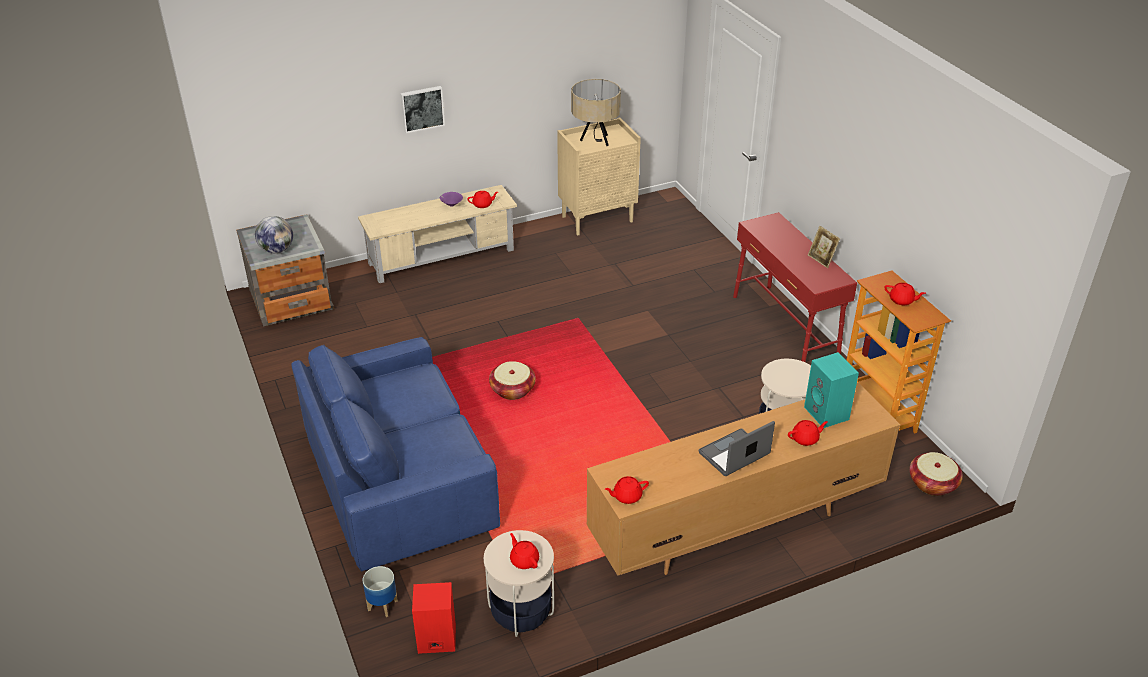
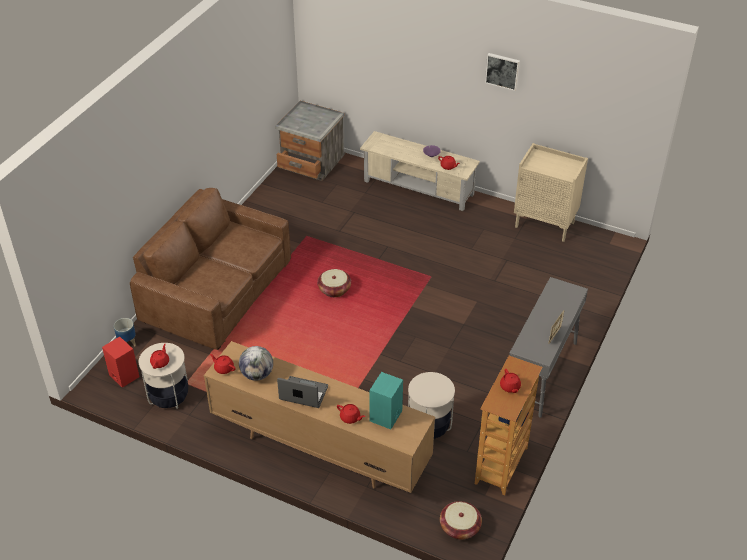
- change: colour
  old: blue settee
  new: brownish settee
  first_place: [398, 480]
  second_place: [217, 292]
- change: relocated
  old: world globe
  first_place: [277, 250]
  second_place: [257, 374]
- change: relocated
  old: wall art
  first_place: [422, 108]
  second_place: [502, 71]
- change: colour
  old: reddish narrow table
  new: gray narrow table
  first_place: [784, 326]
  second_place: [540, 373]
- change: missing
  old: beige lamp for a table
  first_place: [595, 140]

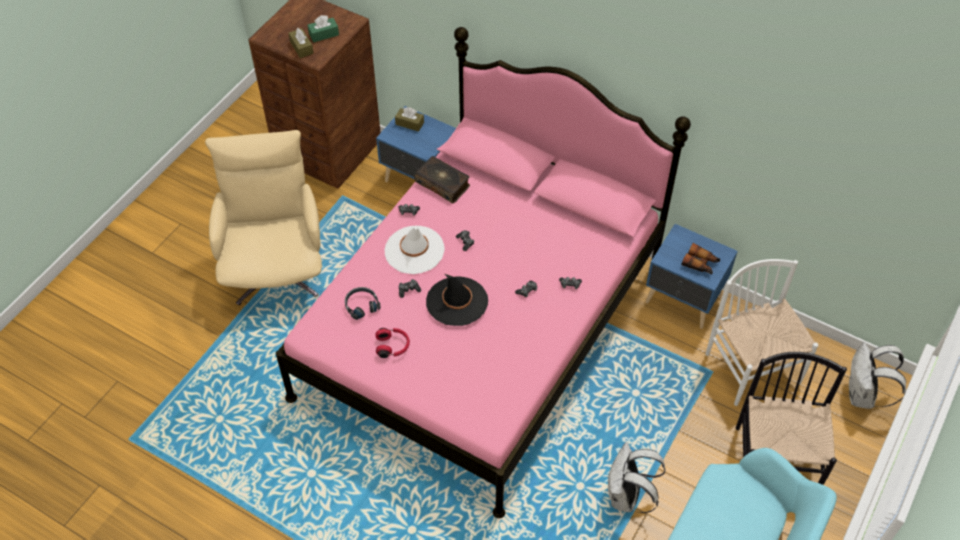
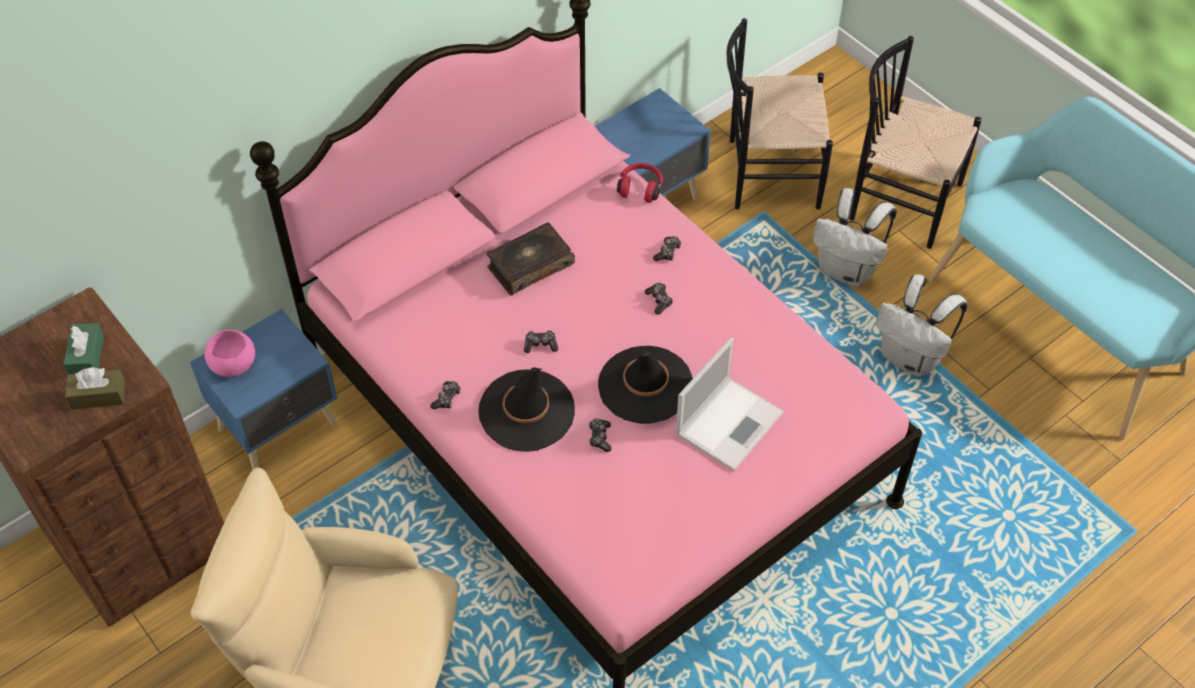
- change: exchanged
  old: brownish box of tissues
  new: pinkish bowl
  first_place: [409, 123]
  second_place: [233, 366]
- change: colour
  old: white wearable hat
  new: black wearable hat
  first_place: [414, 250]
  second_place: [527, 411]
- change: relocated
  old: volume
  first_place: [443, 184]
  second_place: [530, 265]
- change: relocated
  old: reddish headphones
  first_place: [393, 346]
  second_place: [640, 188]
- change: appeared
  new: laptop
  second_place: [730, 422]
- change: colour
  old: white chair
  new: black chair
  first_place: [750, 365]
  second_place: [768, 174]
- change: relocated
  old: white knapsack
  first_place: [862, 396]
  second_place: [847, 270]
- change: missing
  old: black headphones
  first_place: [361, 305]
- change: missing
  old: pair of binoculars
  first_place: [700, 264]

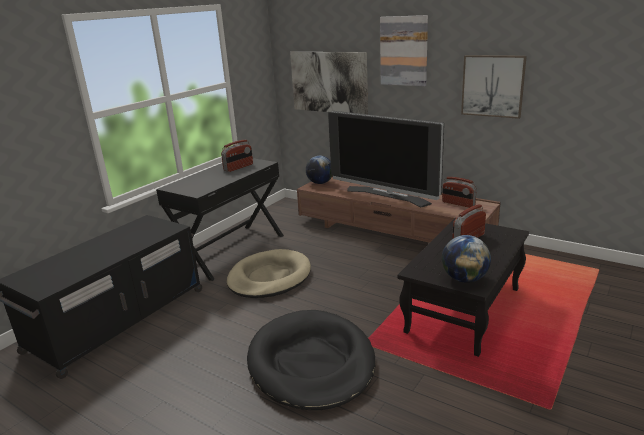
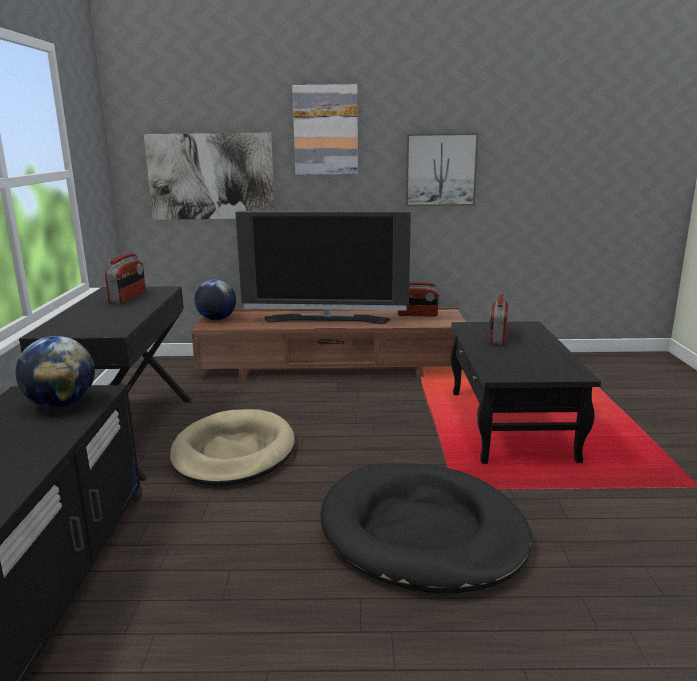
- change: relocated
  old: world globe
  first_place: [464, 279]
  second_place: [61, 404]

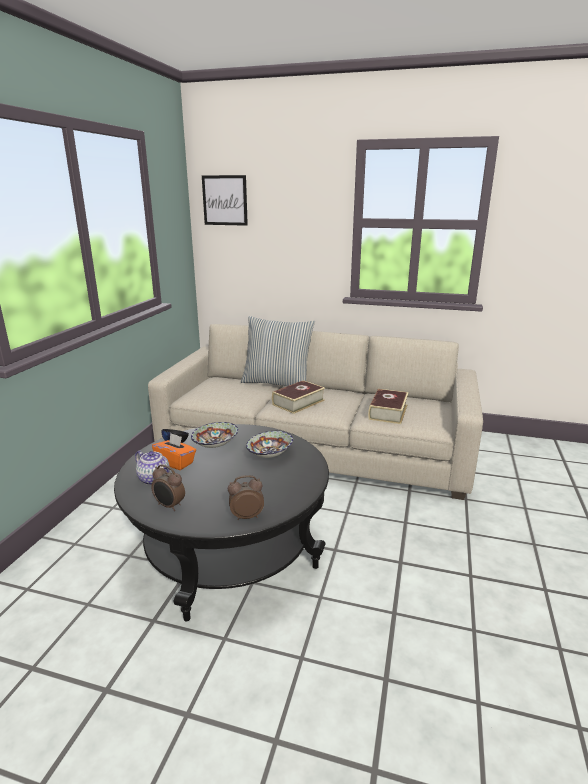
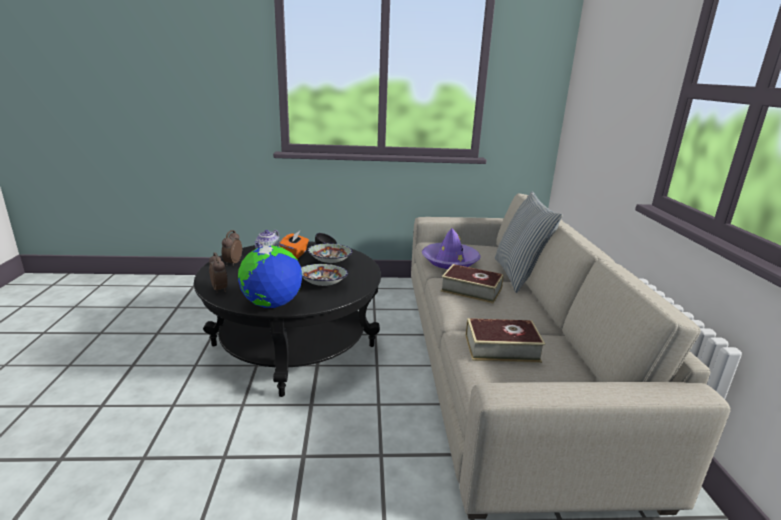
- change: appeared
  new: world globe
  second_place: [272, 304]
- change: appeared
  new: purplish wearable hat
  second_place: [450, 261]
- change: missing
  old: wall art
  first_place: [225, 200]

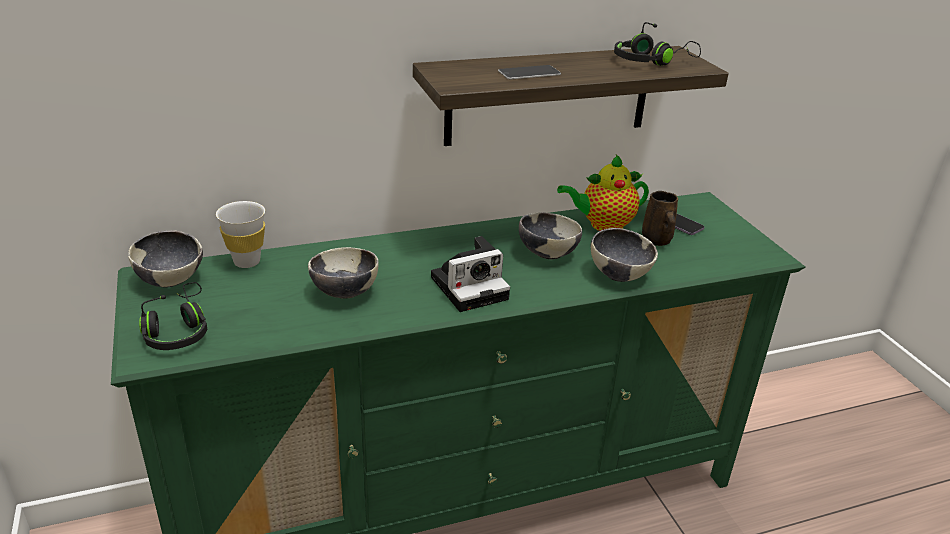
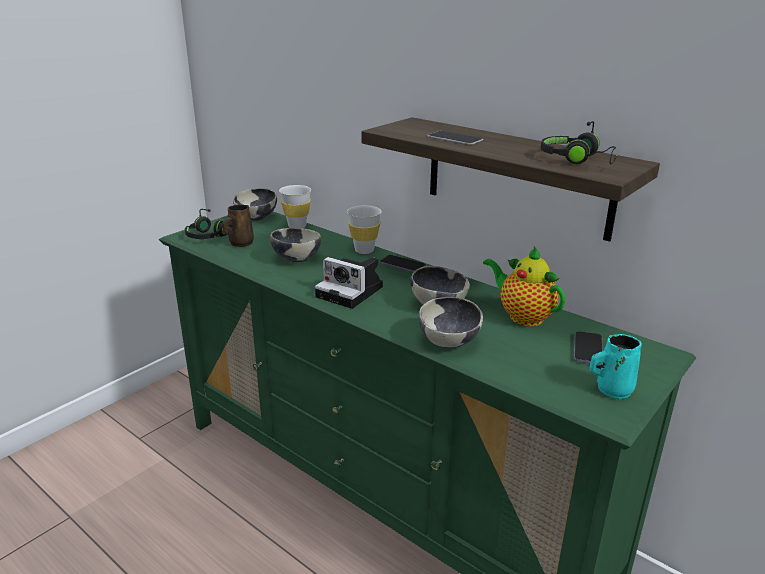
- change: relocated
  old: brownish tea mug
  first_place: [657, 240]
  second_place: [240, 243]
- change: appeared
  new: white small cup
  second_place: [364, 250]
- change: appeared
  new: phone
  second_place: [402, 265]
- change: appeared
  new: turquoise tea mug
  second_place: [612, 389]

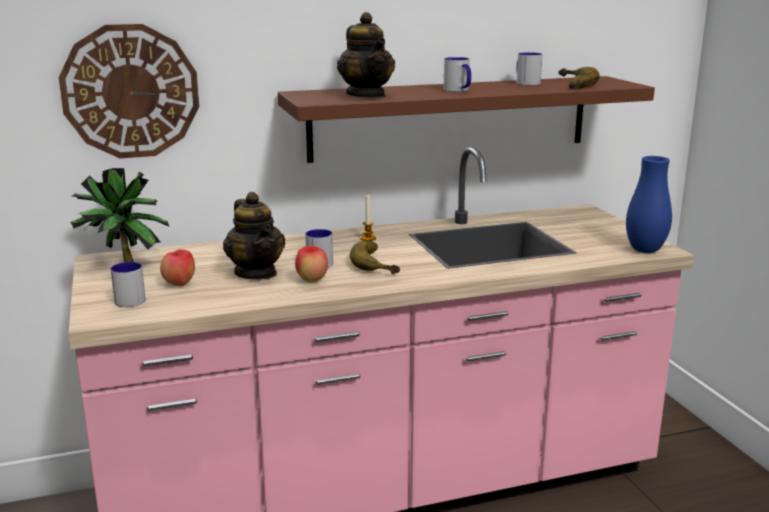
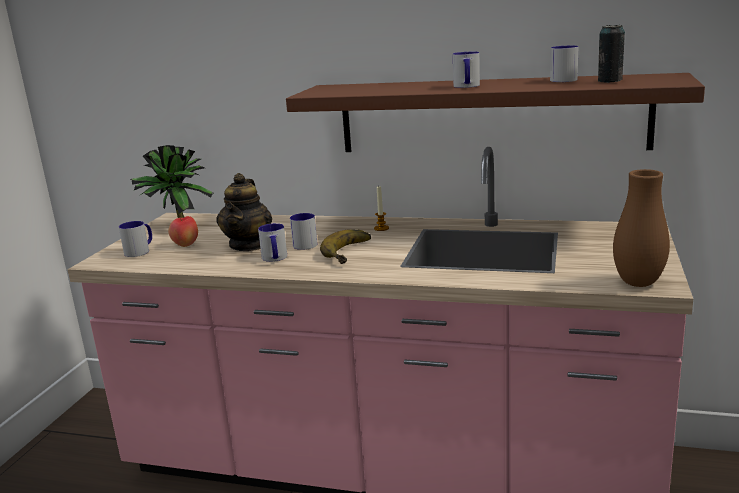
- change: exchanged
  old: whole apple
  new: tea mug
  first_place: [312, 281]
  second_place: [275, 258]
- change: exchanged
  old: whole banana
  new: metal can
  first_place: [570, 84]
  second_place: [609, 81]
- change: colour
  old: blue flower vase
  new: brownish flower vase
  first_place: [645, 250]
  second_place: [638, 283]
- change: missing
  old: clock on the wall
  first_place: [130, 92]
- change: missing
  old: teapot
  first_place: [366, 95]

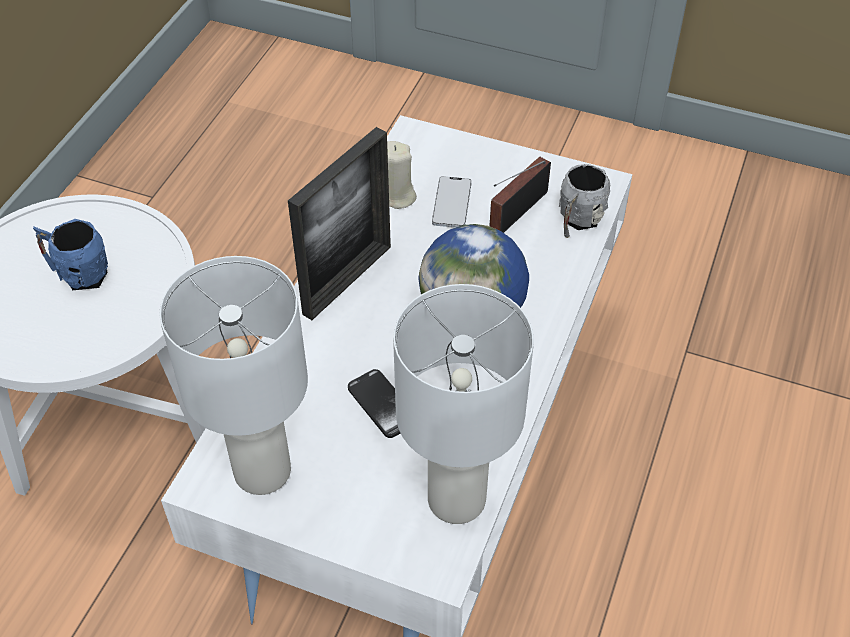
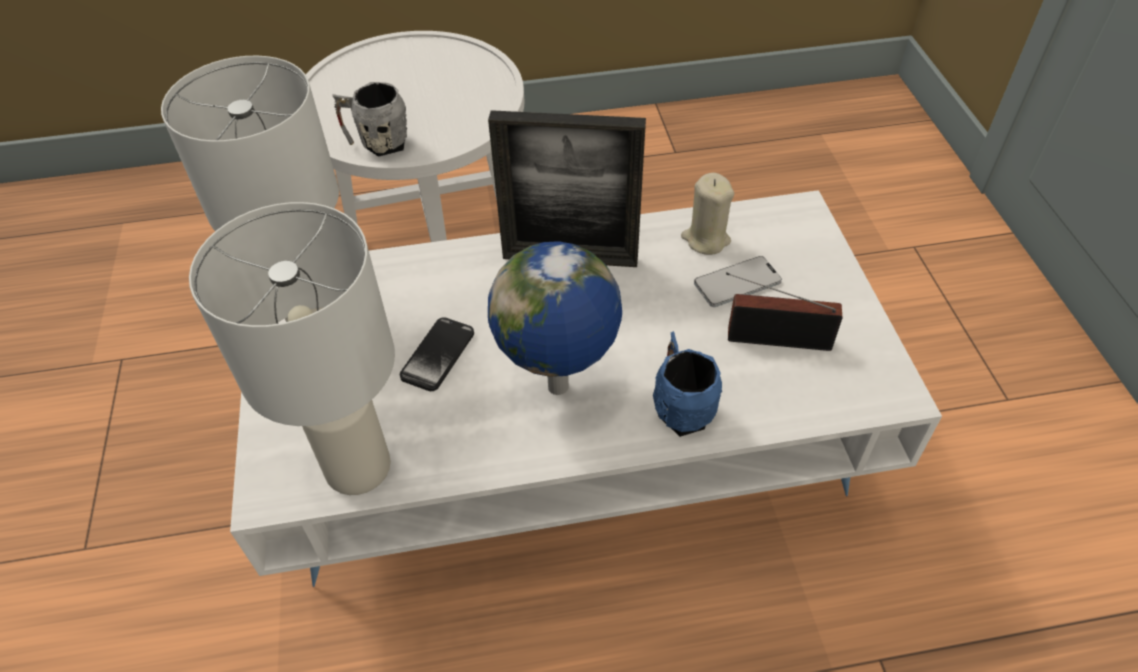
- change: relocated
  old: gray tea mug
  first_place: [577, 221]
  second_place: [377, 143]
- change: relocated
  old: blue tea mug
  first_place: [78, 274]
  second_place: [681, 406]

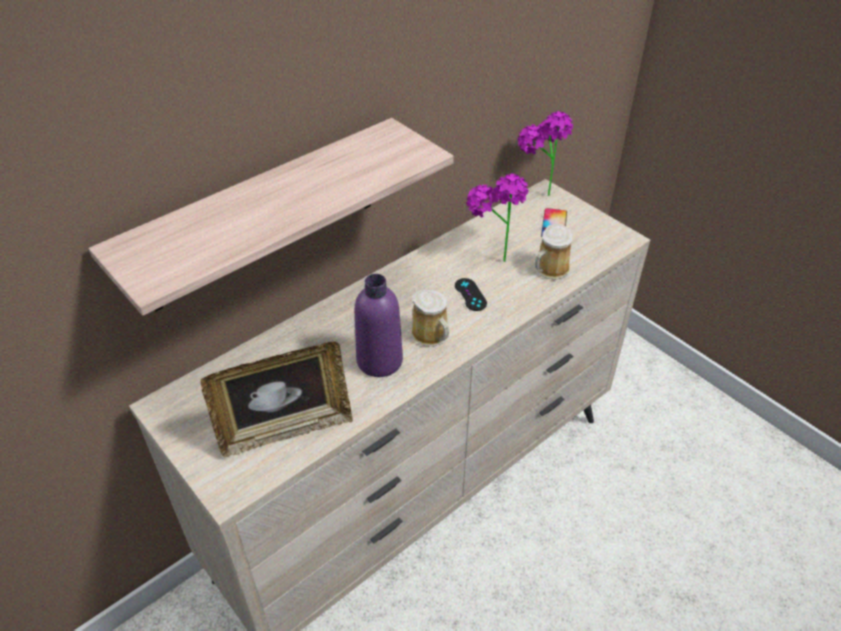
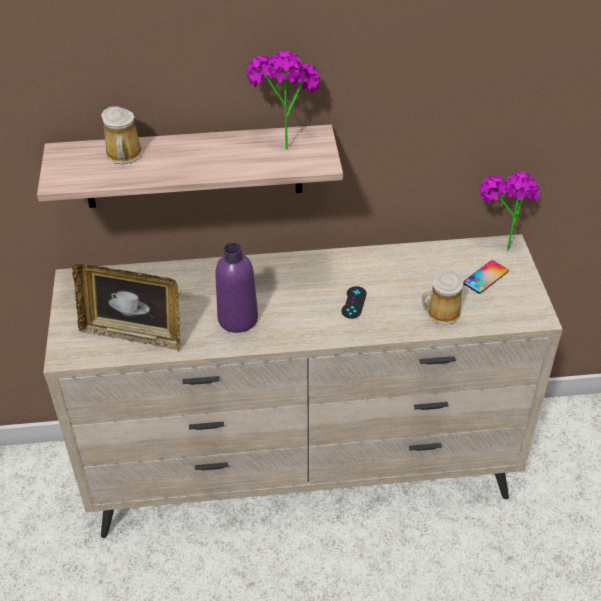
- change: relocated
  old: tea mug
  first_place: [431, 335]
  second_place: [124, 156]
- change: relocated
  old: potted plant
  first_place: [494, 255]
  second_place: [283, 141]

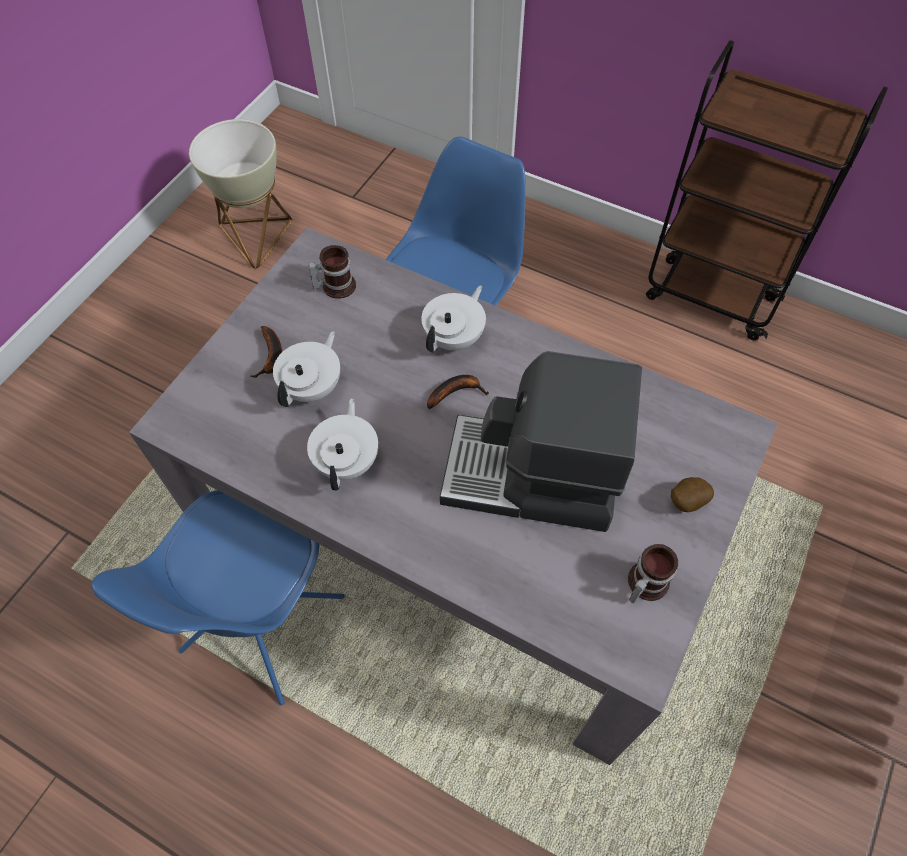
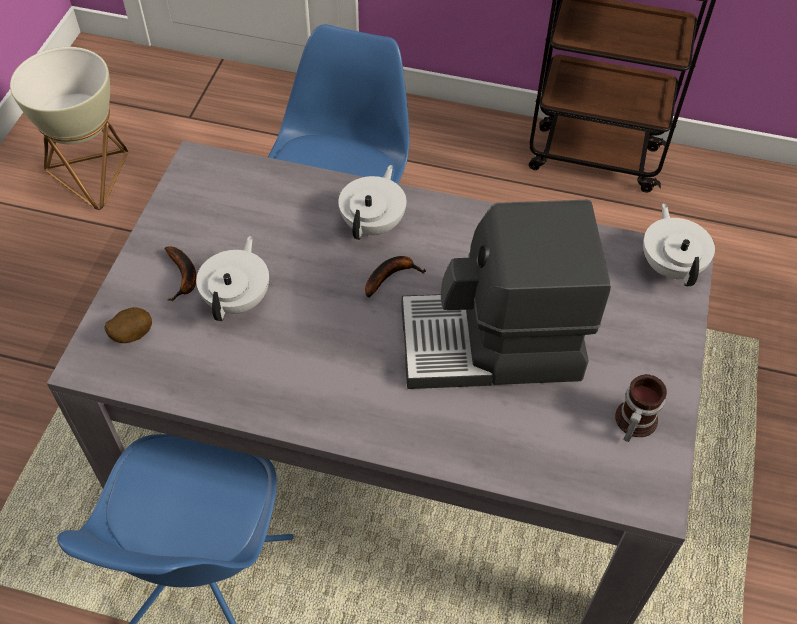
- change: relocated
  old: whole potato
  first_place: [686, 501]
  second_place: [131, 335]
- change: relocated
  old: white teapot
  first_place: [348, 461]
  second_place: [671, 266]
- change: missing
  old: tea mug
  first_place: [335, 285]

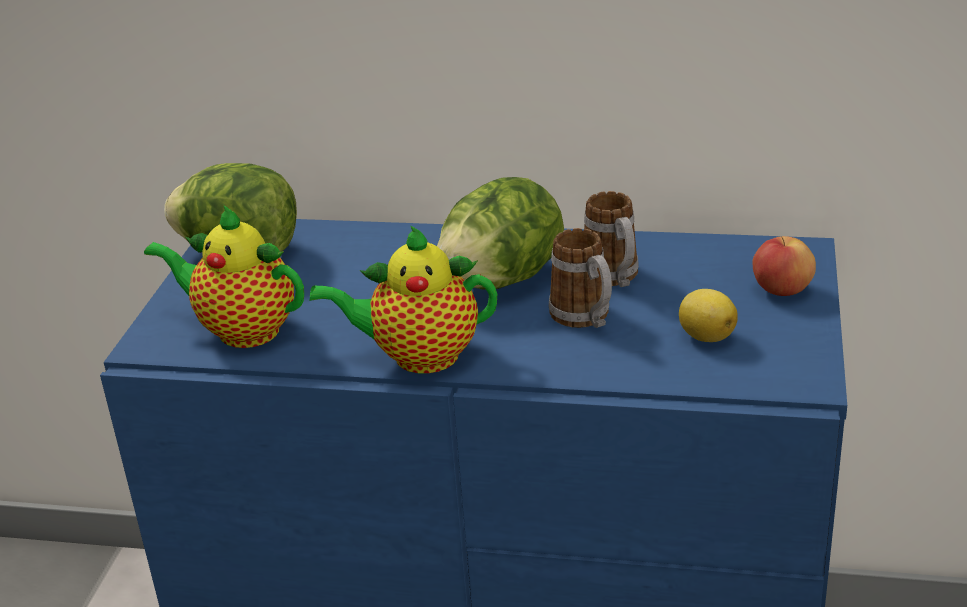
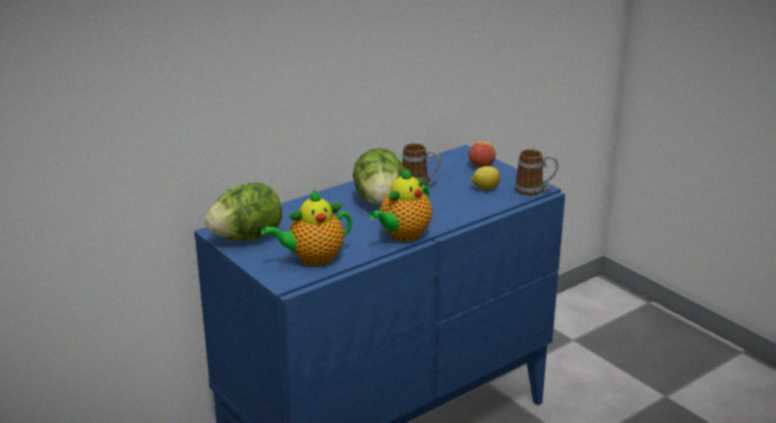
- change: relocated
  old: tea mug
  first_place: [585, 319]
  second_place: [535, 190]

